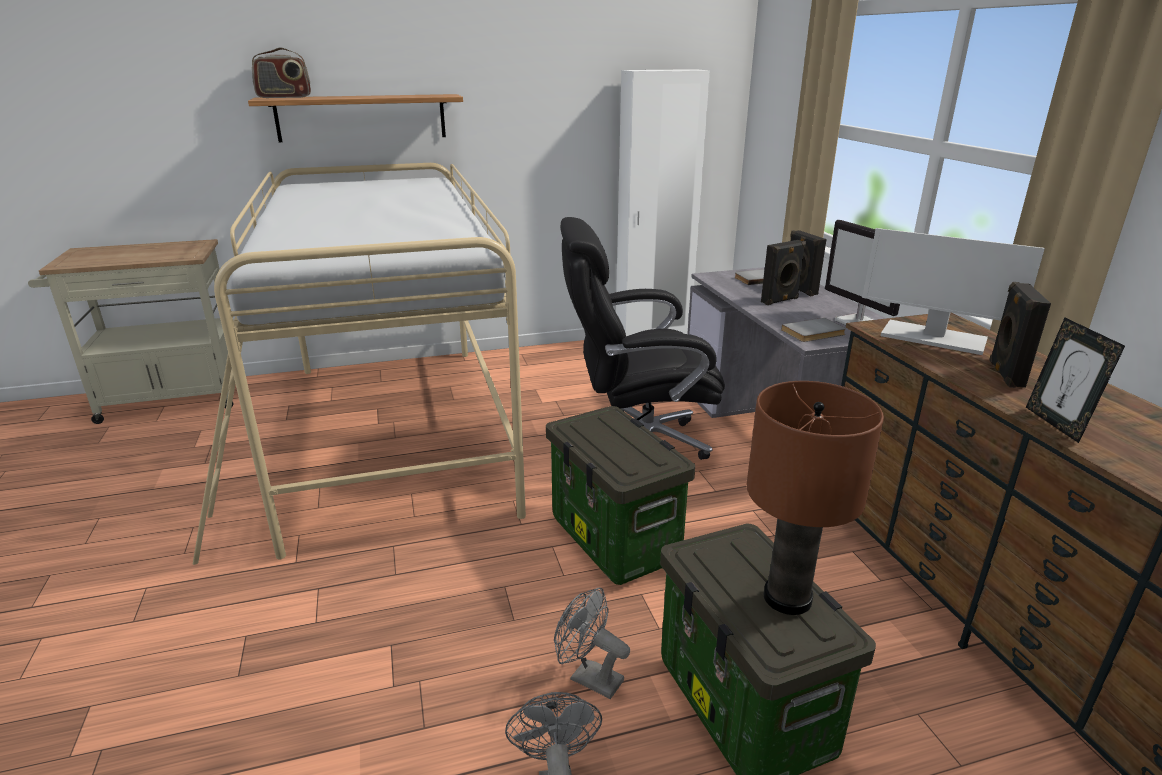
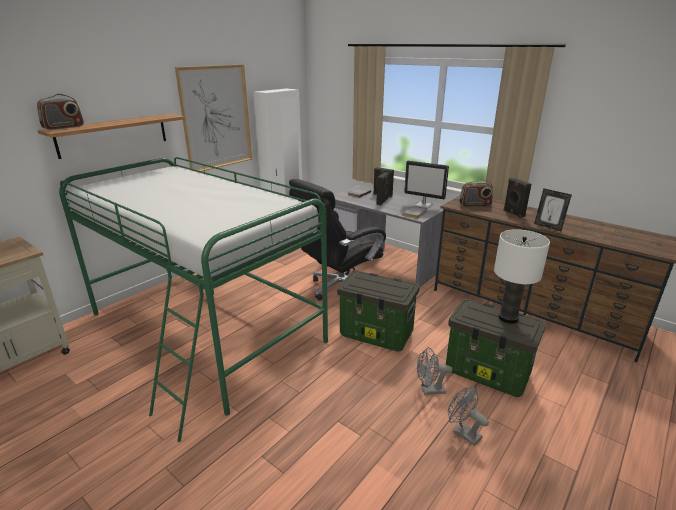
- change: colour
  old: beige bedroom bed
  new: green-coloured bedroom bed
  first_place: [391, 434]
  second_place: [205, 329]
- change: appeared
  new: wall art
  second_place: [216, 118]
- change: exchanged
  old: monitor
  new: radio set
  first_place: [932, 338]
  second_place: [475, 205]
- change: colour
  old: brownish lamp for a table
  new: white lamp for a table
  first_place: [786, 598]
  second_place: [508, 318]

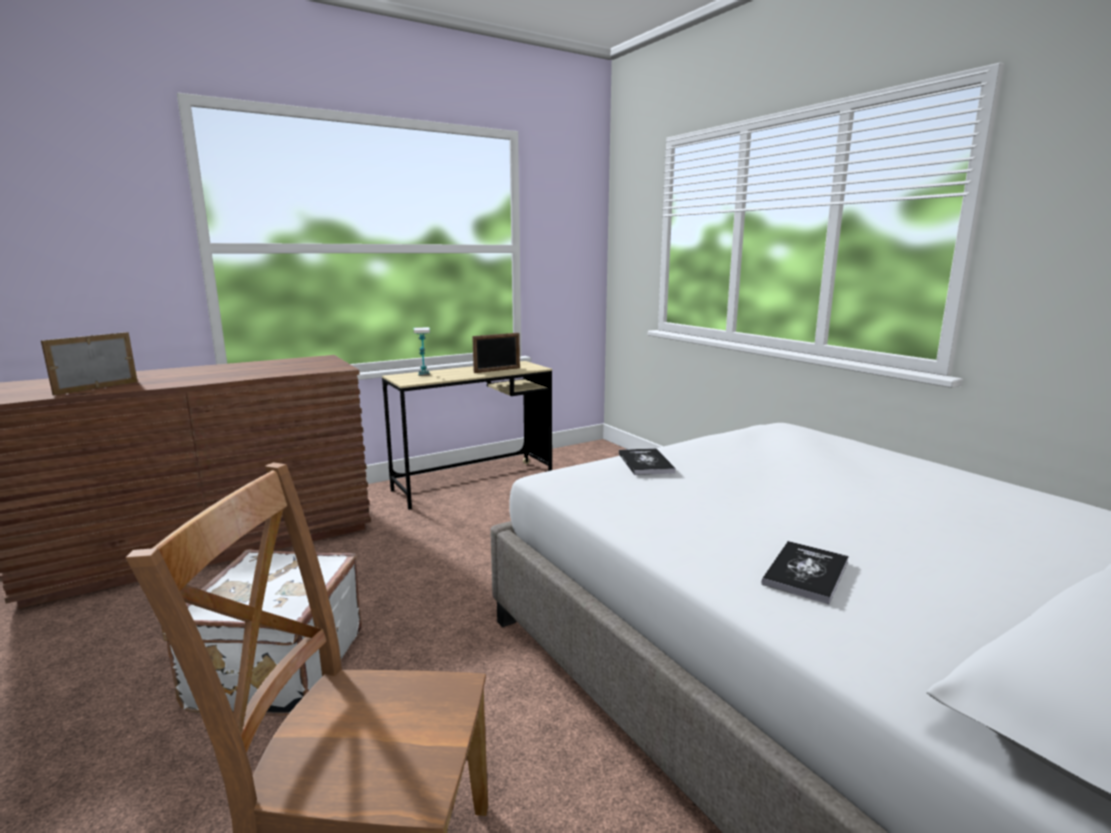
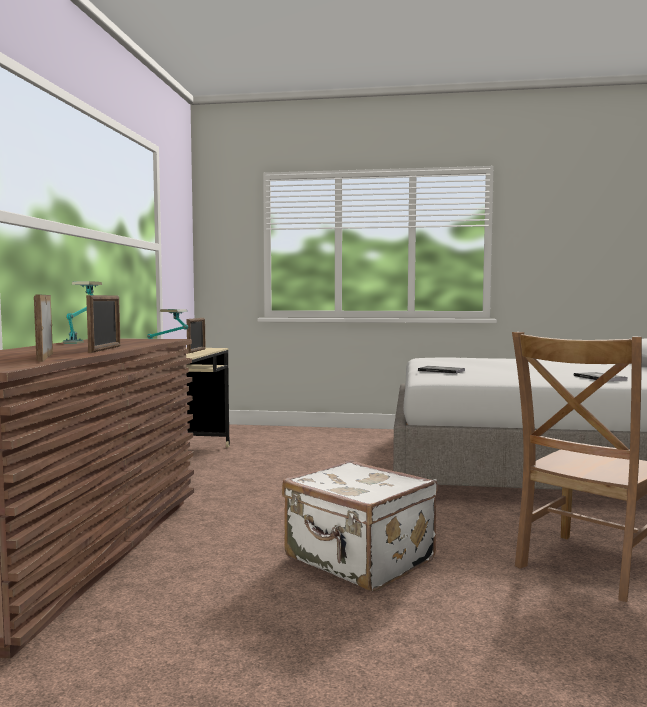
- change: appeared
  new: lamp for a table
  second_place: [84, 341]
- change: appeared
  new: picture frame
  second_place: [105, 349]

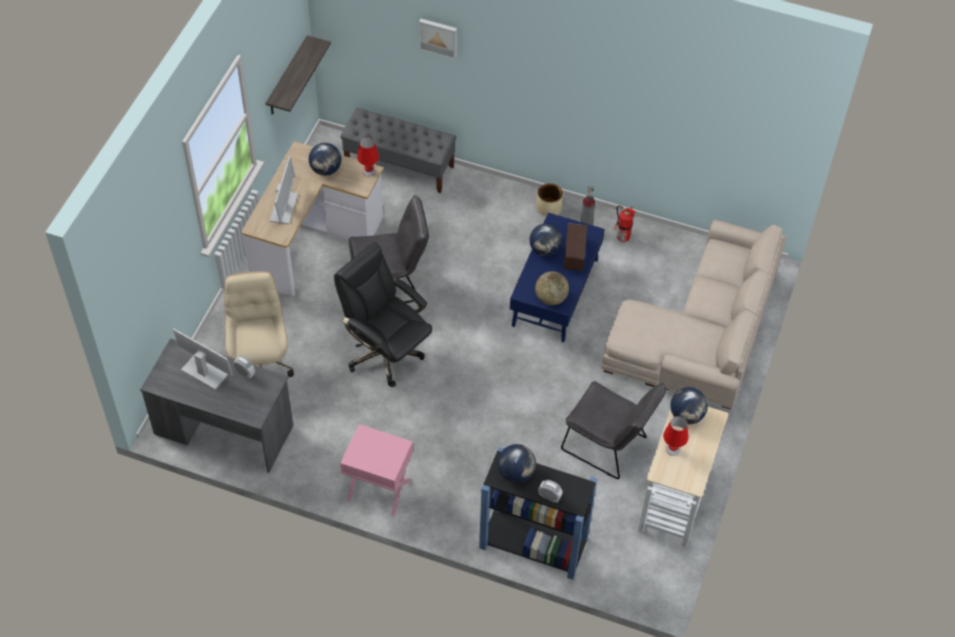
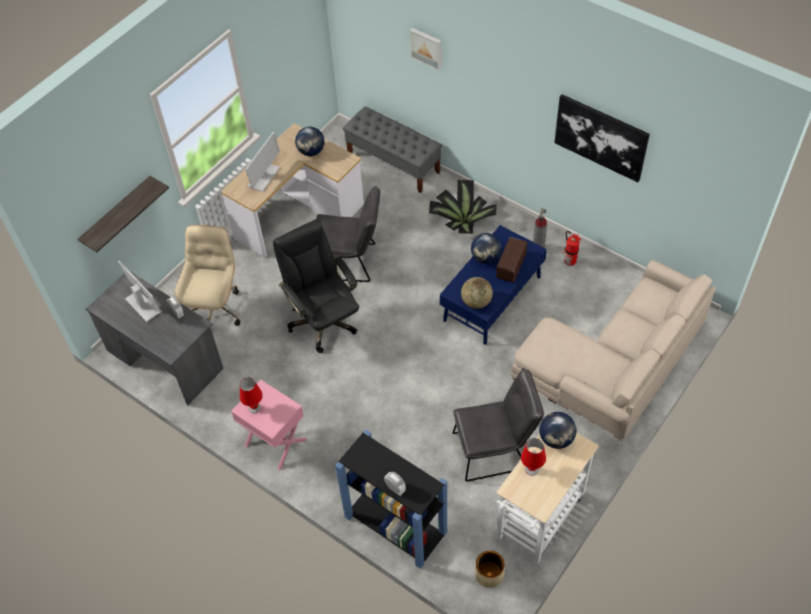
- change: relocated
  old: bracket shelf
  first_place: [287, 77]
  second_place: [117, 215]
- change: relocated
  old: reddish lamp for a table
  first_place: [369, 171]
  second_place: [254, 407]
- change: appeared
  new: potted plant
  second_place: [461, 223]
- change: spun
  old: gray chair
  first_place: [609, 446]
  second_place: [495, 450]
  degrees: -60
- change: relocated
  old: beige plant pot
  first_place: [549, 207]
  second_place: [489, 574]
- change: appeared
  new: wall art
  second_place: [601, 137]
- change: missing
  old: world globe
  first_place: [516, 472]

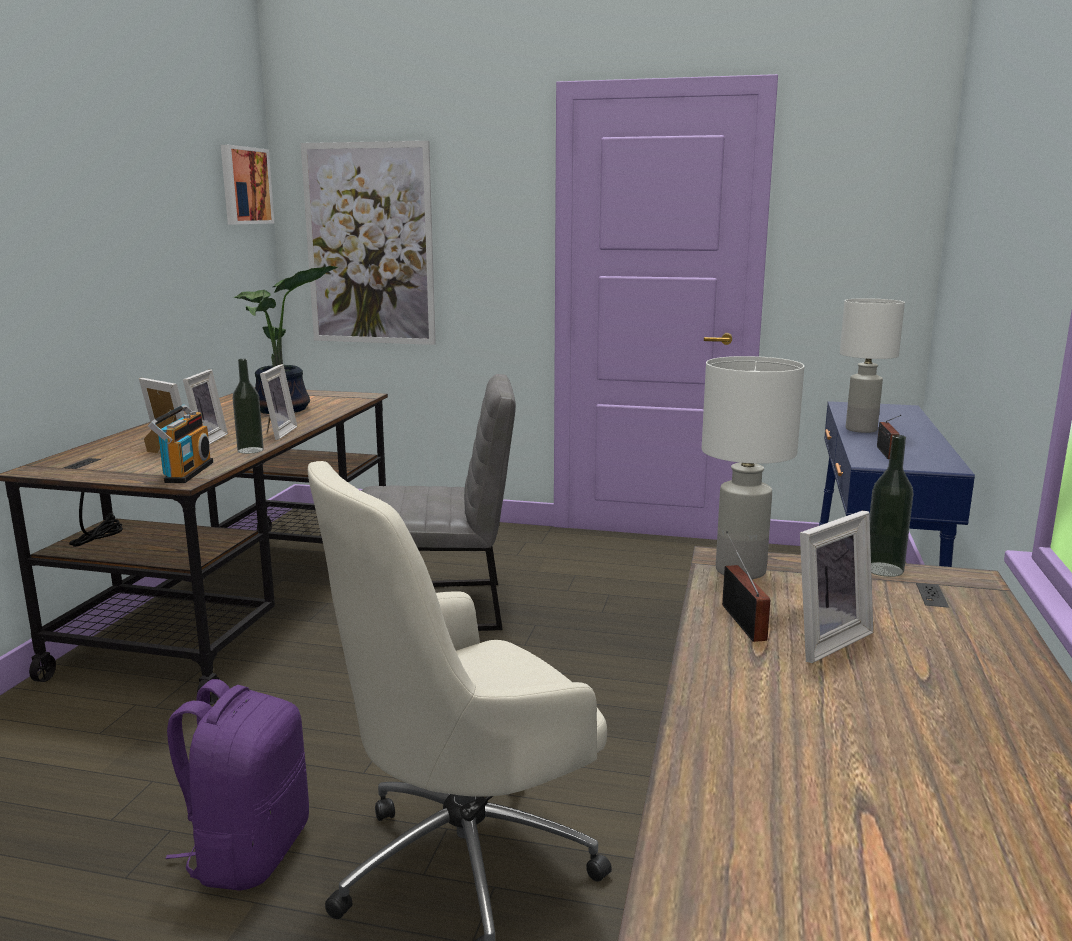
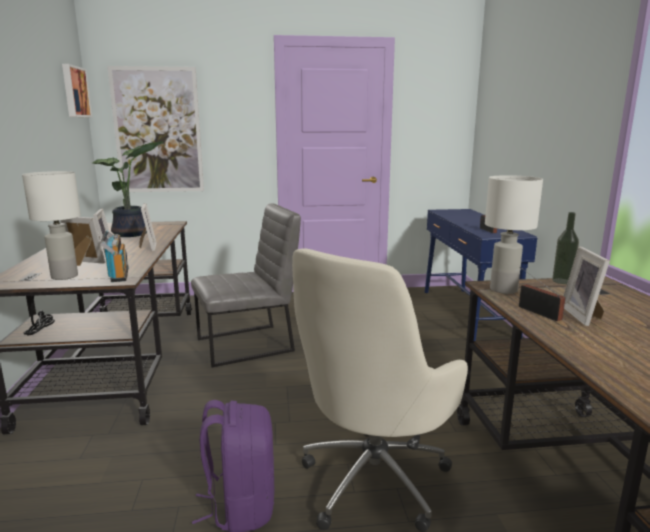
- change: relocated
  old: white lamp for a table
  first_place: [860, 429]
  second_place: [64, 276]
- change: spun
  old: picture frame
  first_place: [823, 640]
  second_place: [584, 316]
  degrees: 150
- change: missing
  old: beverage bottle
  first_place: [250, 450]

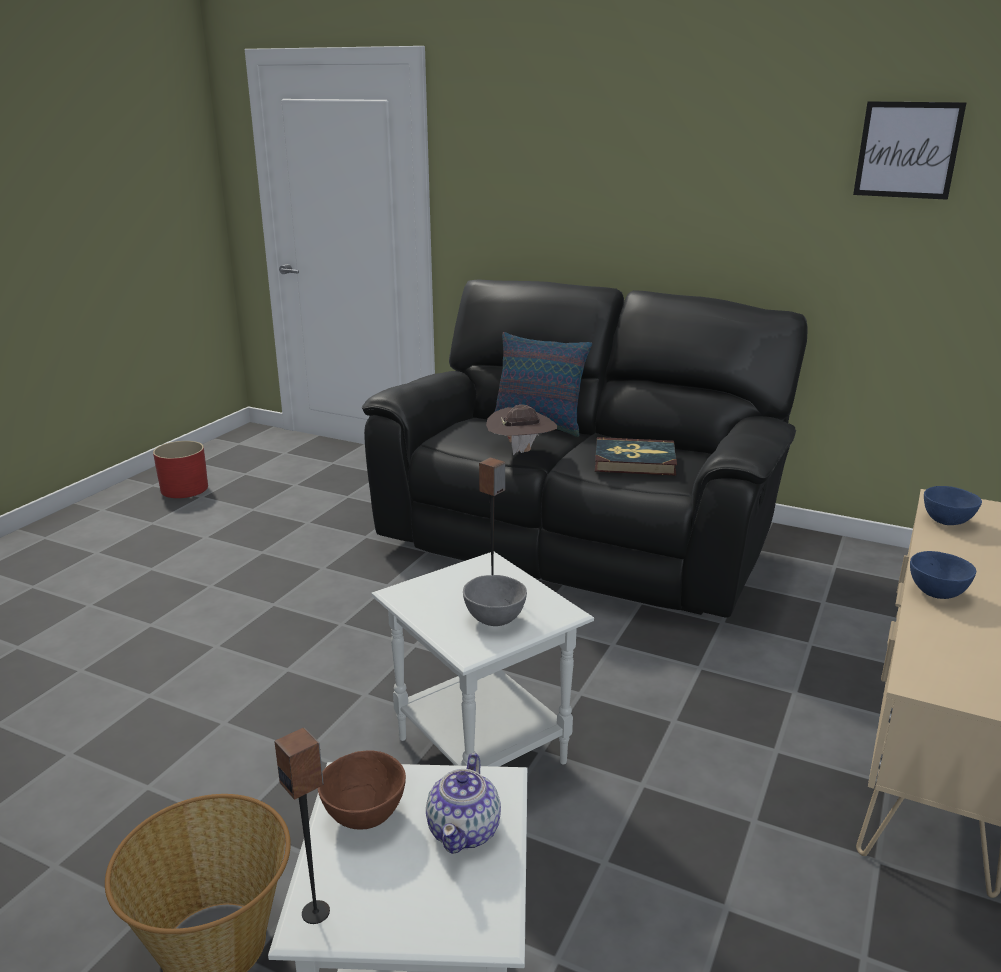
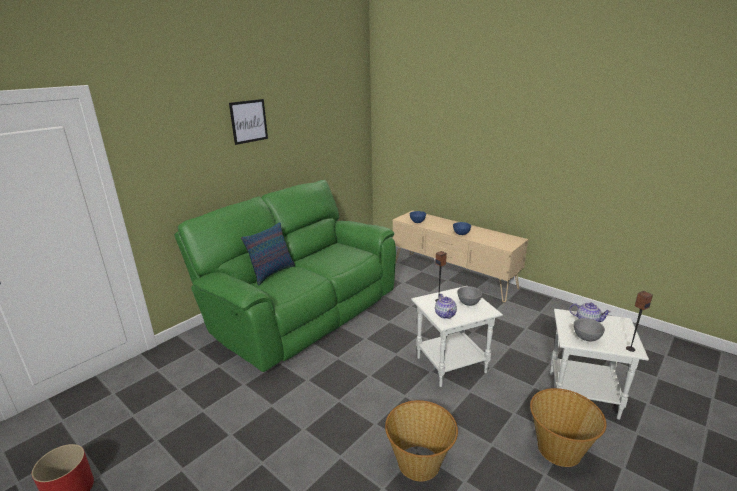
- change: colour
  old: black settee
  new: green-coloured settee
  first_place: [581, 541]
  second_place: [301, 313]
- change: relocated
  old: wall art
  first_place: [907, 150]
  second_place: [248, 121]
- change: appeared
  new: storage basket
  second_place: [419, 462]
- change: appeared
  new: teapot
  second_place: [445, 314]
- change: colour
  old: brownish bowl
  new: gray bowl
  first_place: [363, 816]
  second_place: [586, 338]
- change: missing
  old: brownish wearable hat
  first_place: [521, 451]
- change: missing
  old: volume
  first_place: [634, 461]

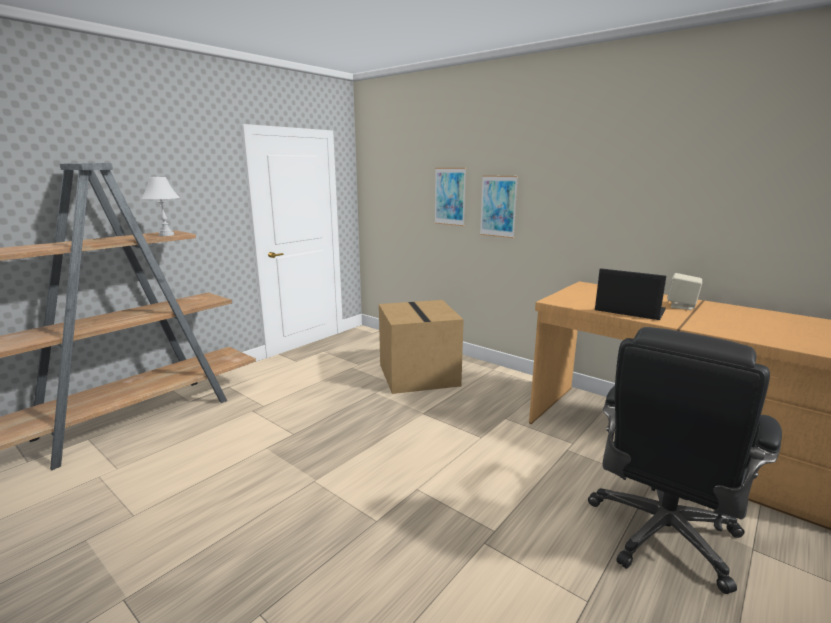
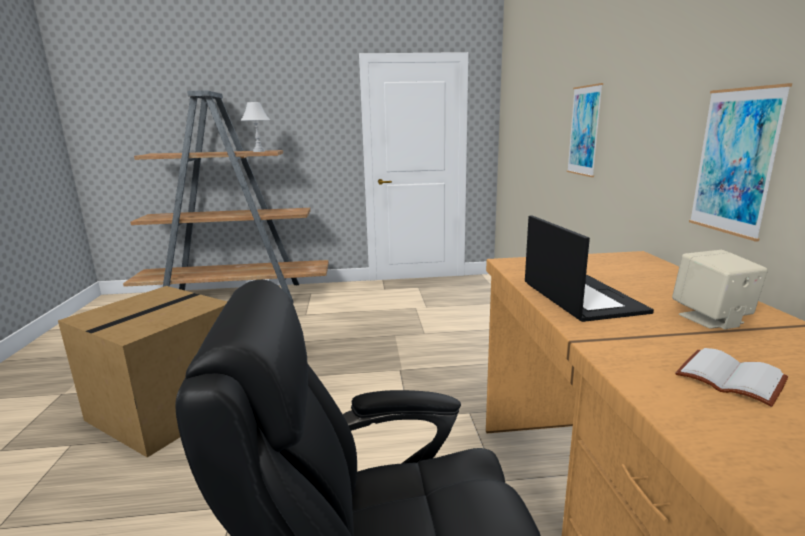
- change: relocated
  old: cardboard box
  first_place: [417, 374]
  second_place: [167, 407]
- change: appeared
  new: white volume
  second_place: [727, 379]
- change: relocated
  old: wall art
  first_place: [450, 196]
  second_place: [735, 162]

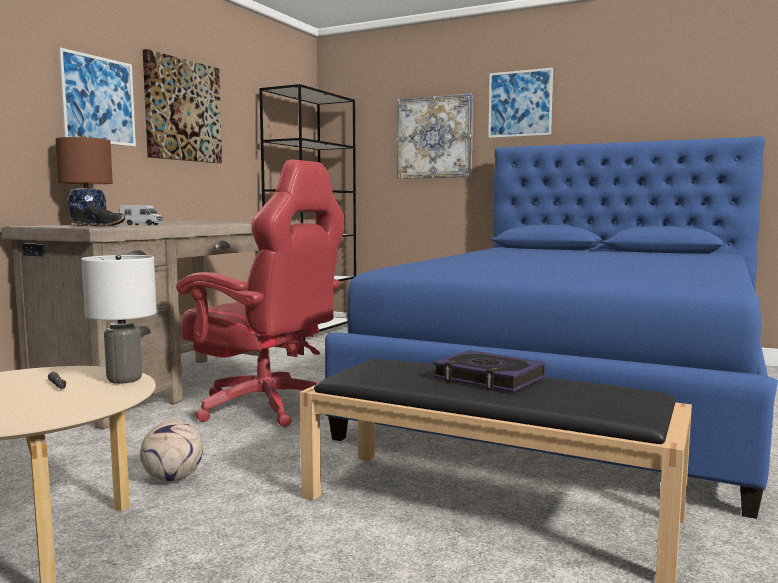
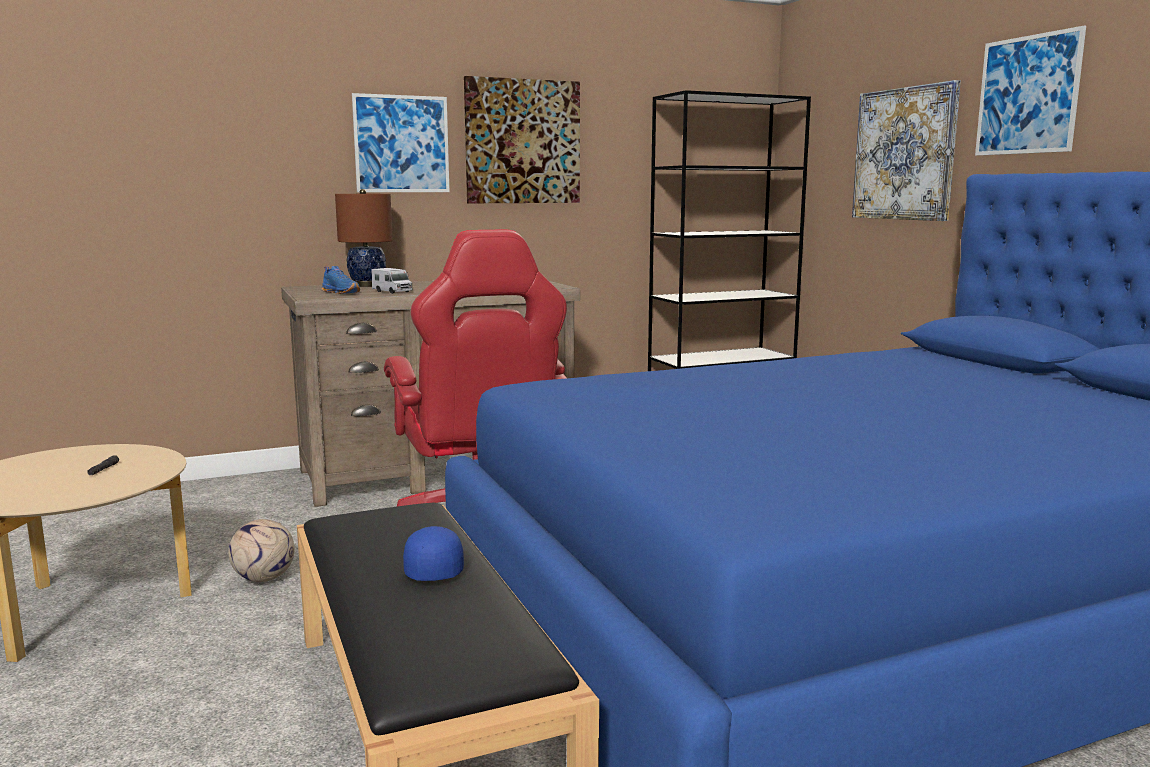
- change: colour
  old: black item of footwear
  new: blue item of footwear
  first_place: [99, 226]
  second_place: [342, 293]
- change: exchanged
  old: volume
  new: blue baseball cap
  first_place: [488, 378]
  second_place: [432, 569]
- change: missing
  old: white lamp for a table
  first_place: [126, 380]

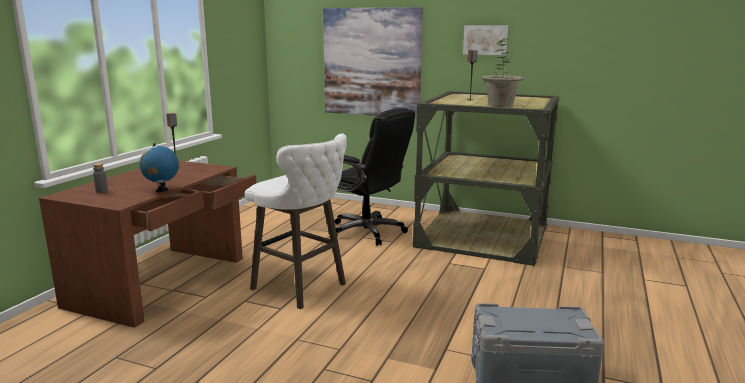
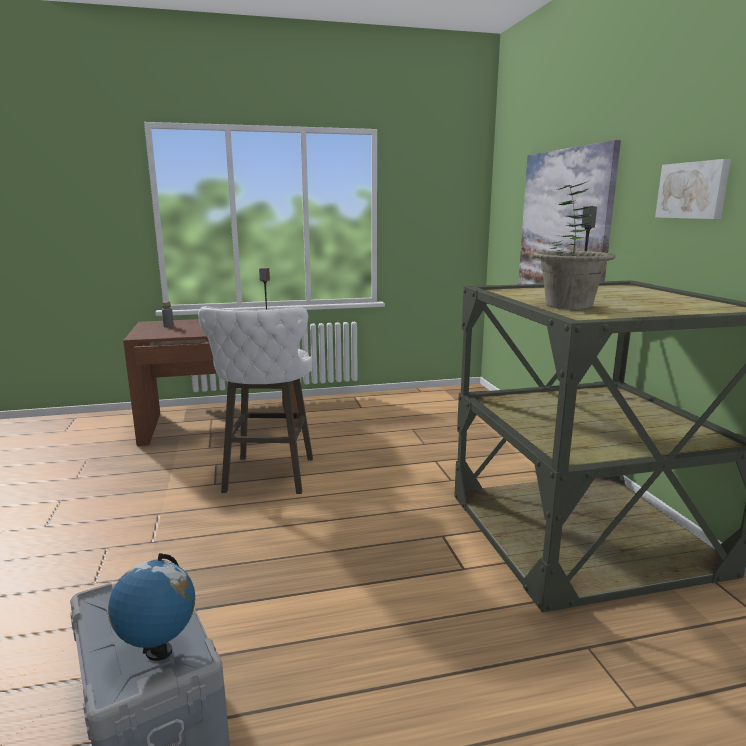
- change: relocated
  old: world globe
  first_place: [161, 190]
  second_place: [158, 651]
- change: missing
  old: black desk chair
  first_place: [366, 231]

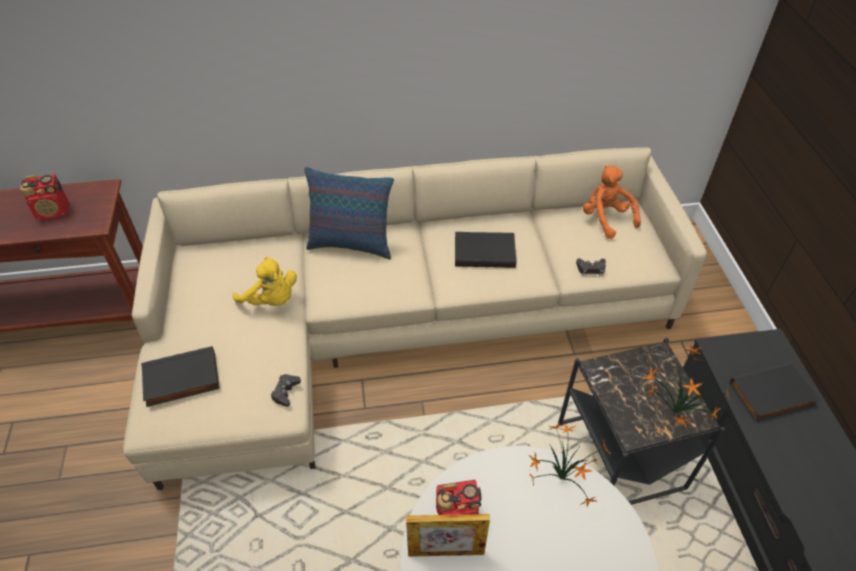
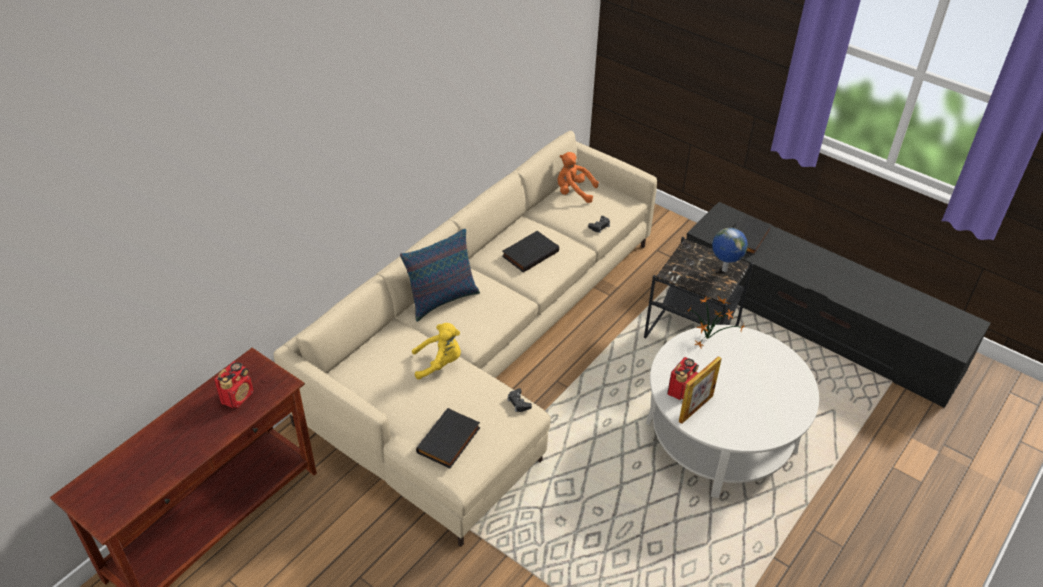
- change: exchanged
  old: potted plant
  new: world globe
  first_place: [672, 412]
  second_place: [724, 270]

